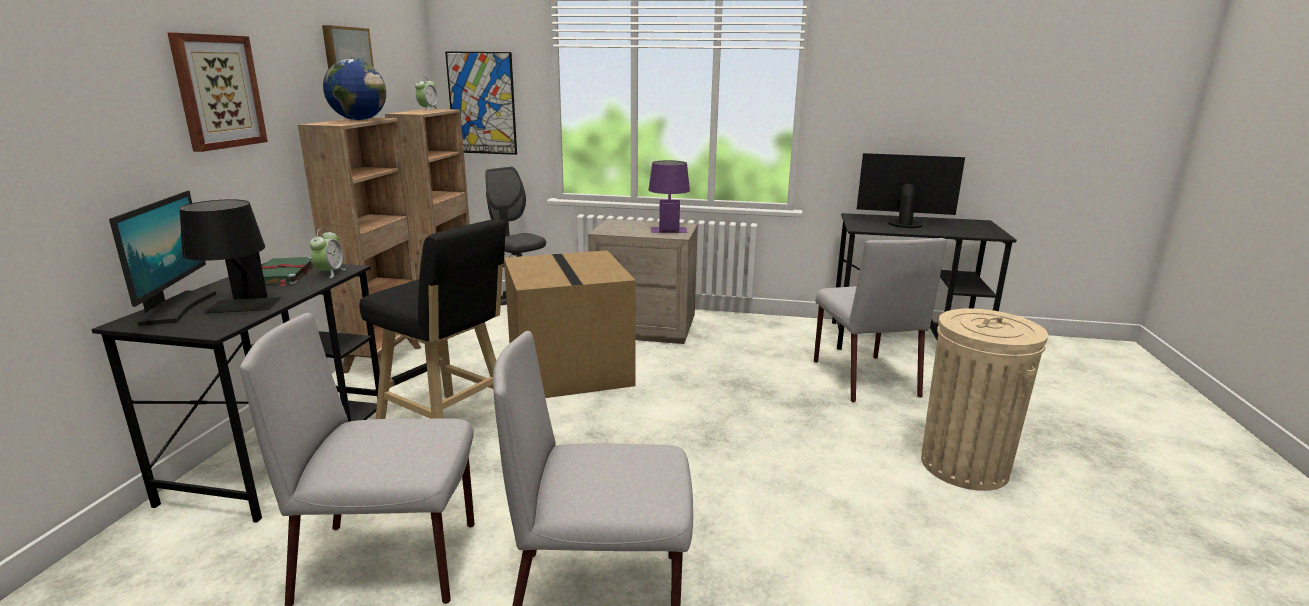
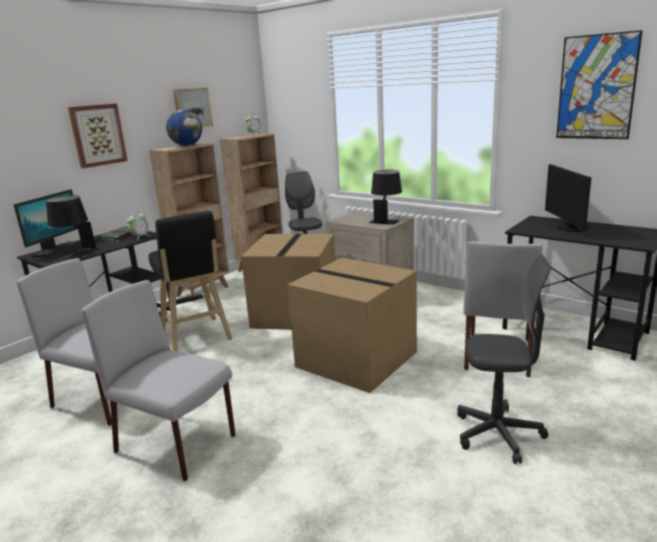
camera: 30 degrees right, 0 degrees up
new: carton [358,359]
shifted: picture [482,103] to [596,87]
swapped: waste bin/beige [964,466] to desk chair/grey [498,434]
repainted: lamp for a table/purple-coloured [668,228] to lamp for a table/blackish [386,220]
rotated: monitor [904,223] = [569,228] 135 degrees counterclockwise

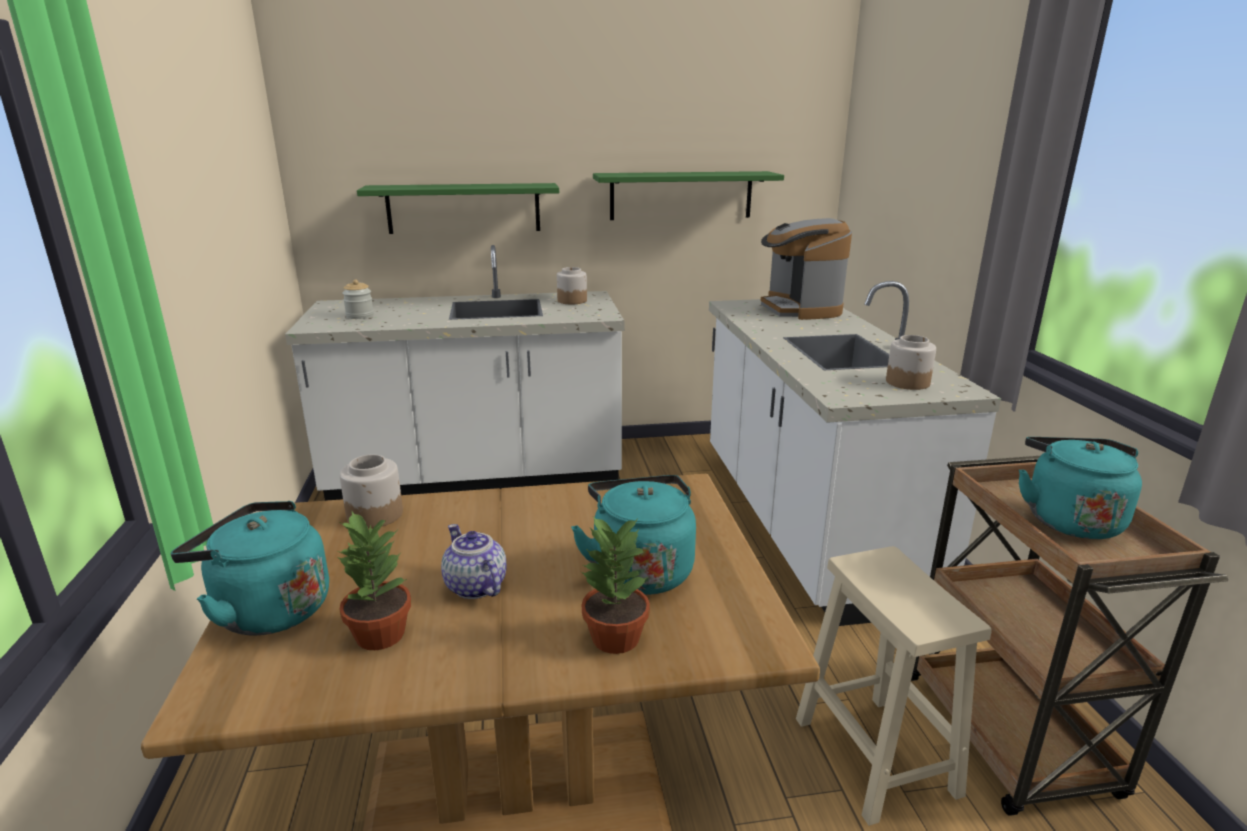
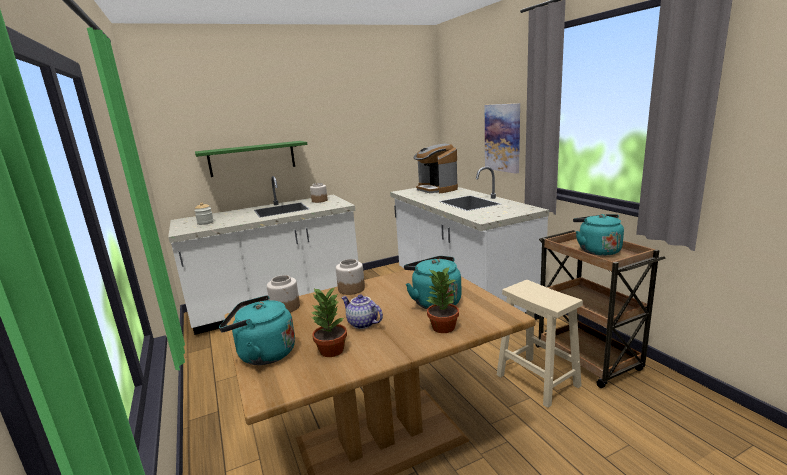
camera: 15 degrees left, 5 degrees down
gone: shelf/greenish [681,195]
new: picture [502,138]
shifted: preserve jar [908,382] to [351,289]

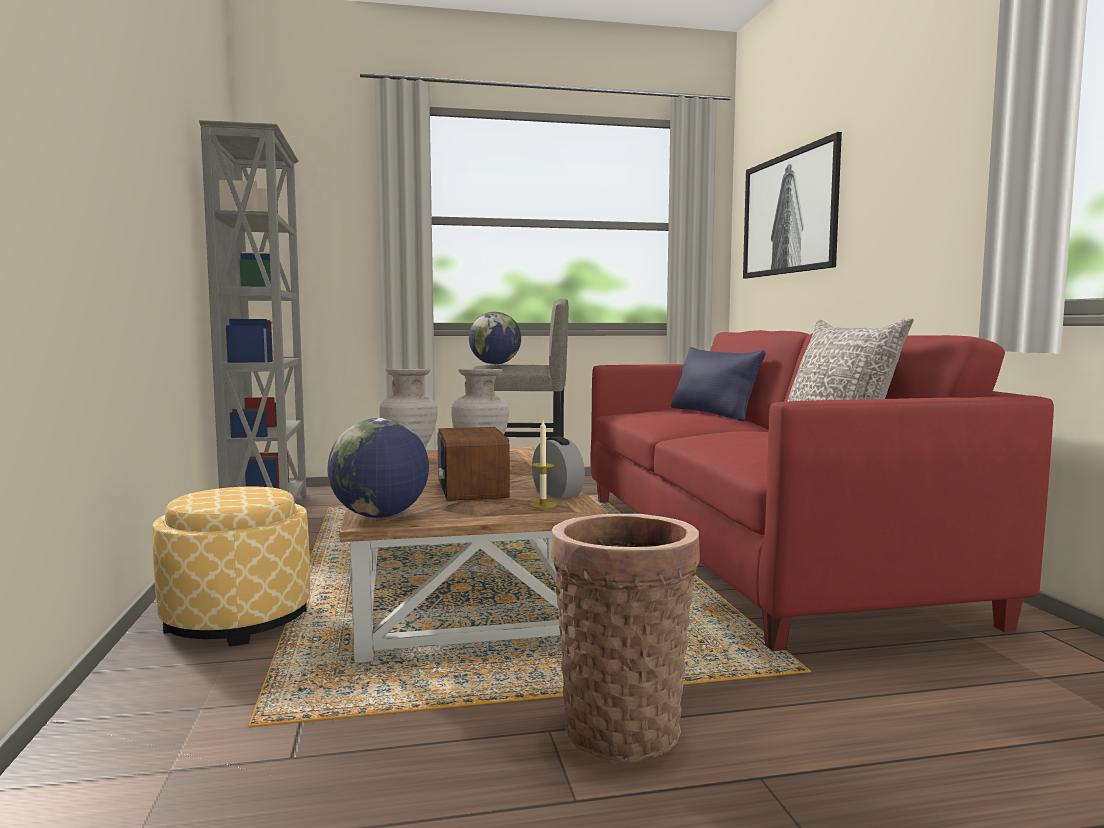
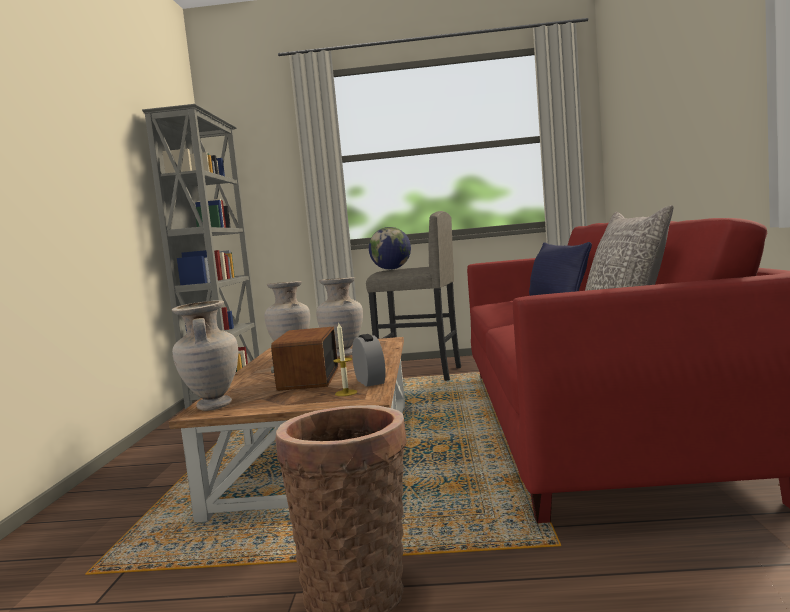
camera: 15 degrees right, 0 degrees up
gone: picture [790,213]; pouffe [237,620]
swapped: globe [380,516] to flower vase/beige [212,406]

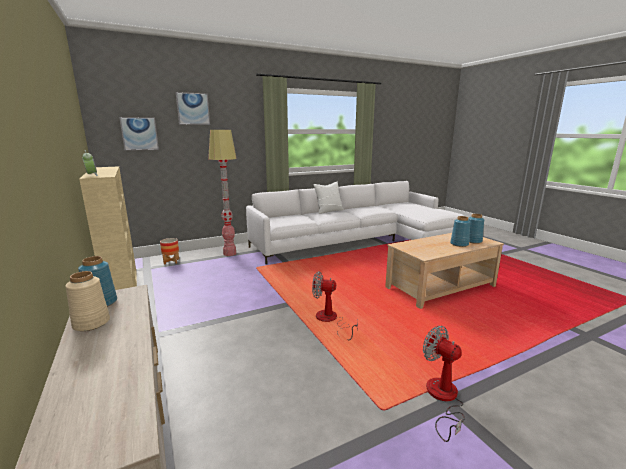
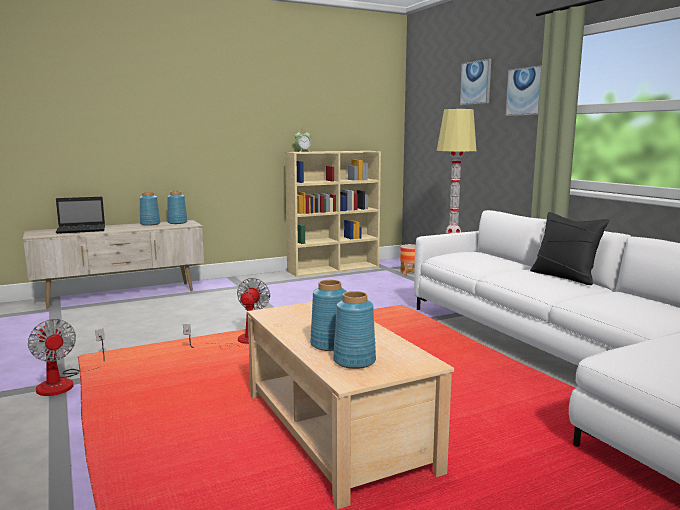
camera: 90 degrees right, 5 degrees down
new: portable computer [82,230]
shifted: picture [139,133] to [525,91]
repainted: pillow/white-coloured [328,211] to pillow/blackish [564,277]; flower vase/beige [90,323] to flower vase/blue-coloured [150,224]
rotated: fan [442,398] = [64,382] 90 degrees clockwise

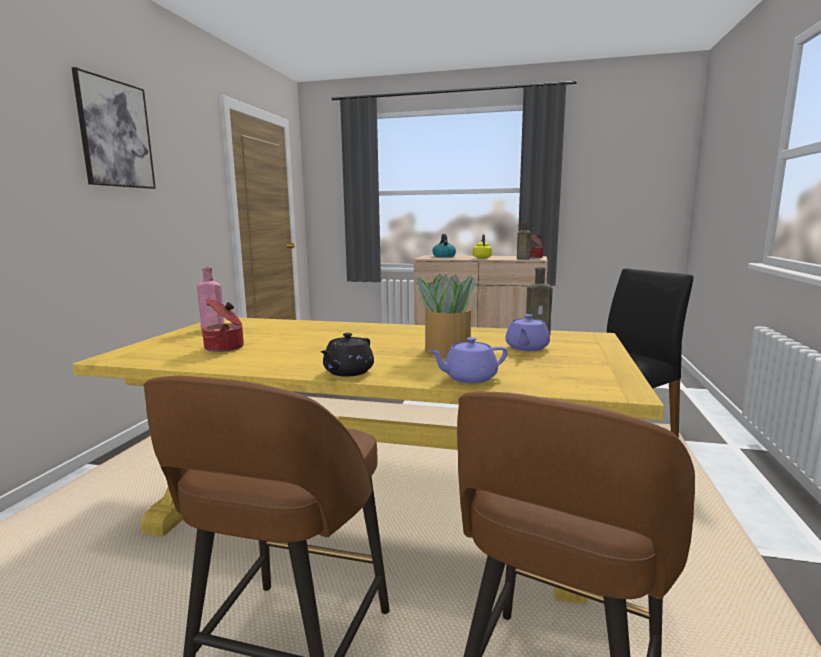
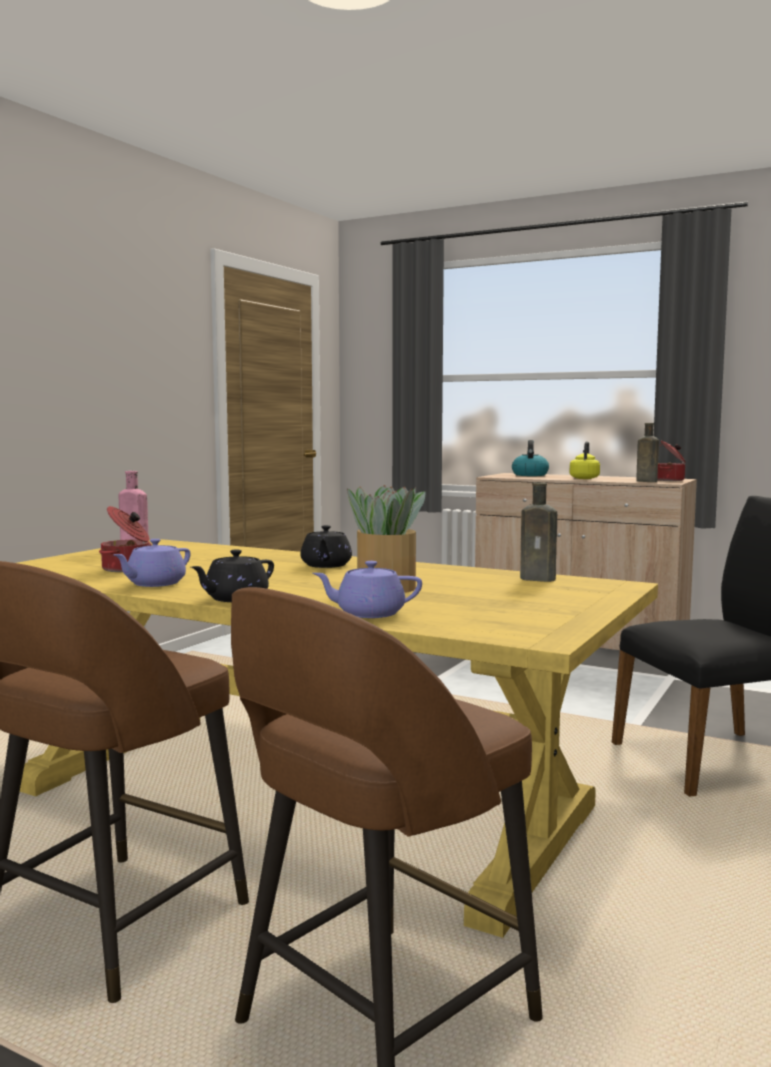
camera: 15 degrees right, 5 degrees down
gone: picture [115,134]
new: teapot/blackish [326,565]
shifted: teapot/purple-coloured [526,348] to [154,584]

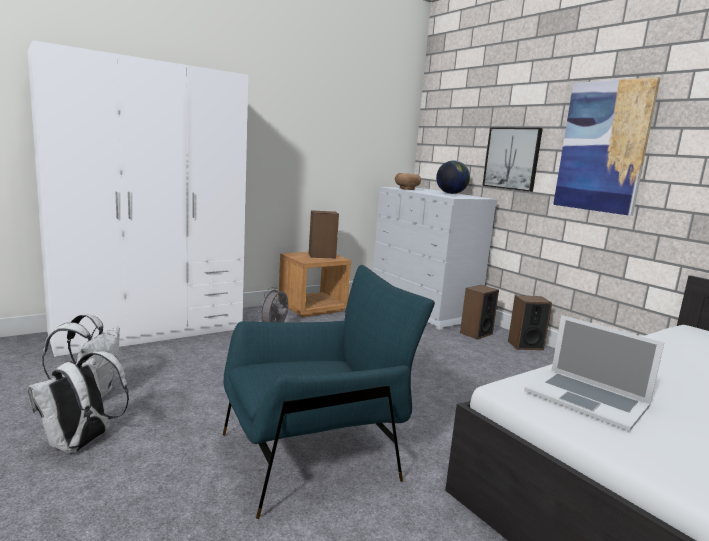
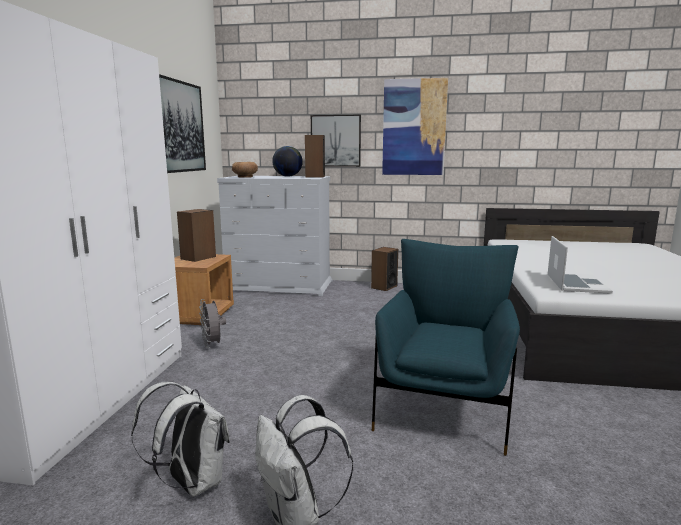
camera: 45 degrees left, 0 degrees up
new: picture [180,127]
shifted: loudspeaker [476,333] to [315,176]
rotated: portable computer [586,398] = [576,283] 75 degrees counterclockwise

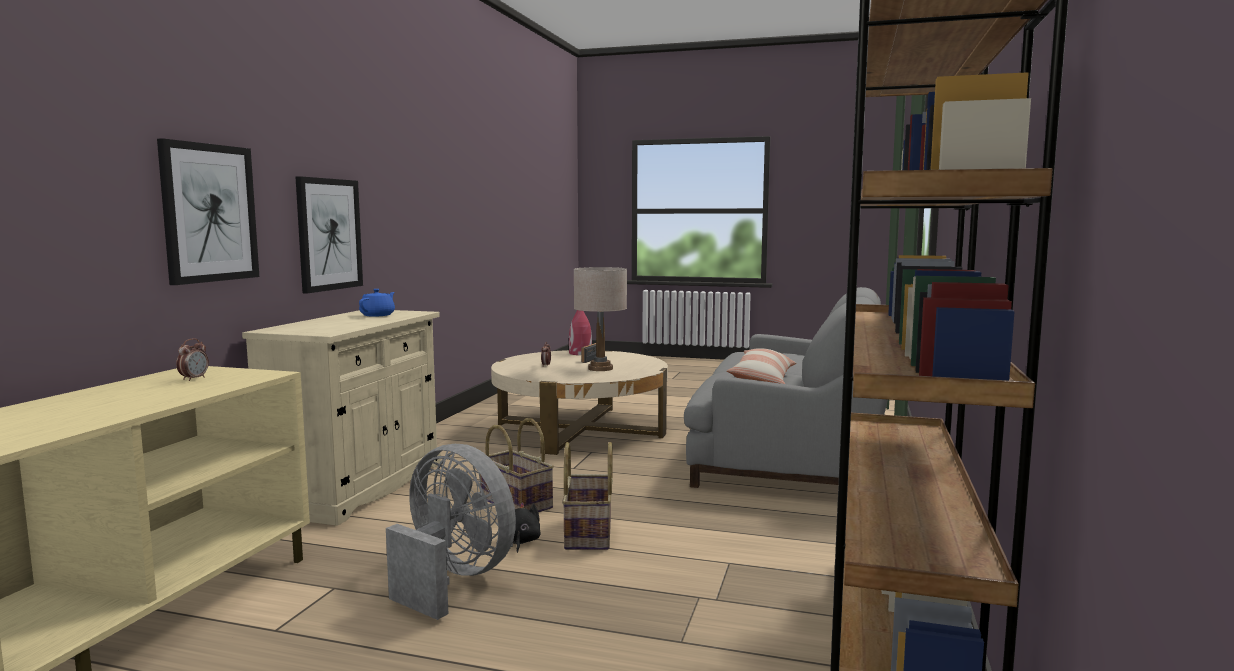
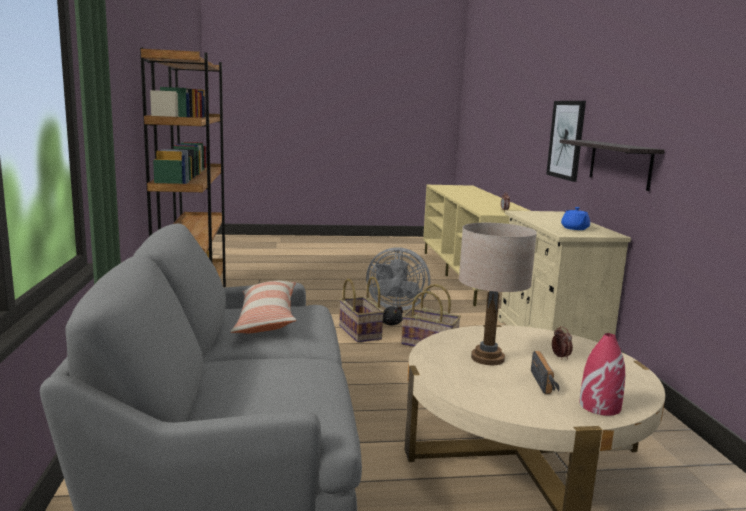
camera: 155 degrees right, 5 degrees up
swapped: picture [329,234] to shelf [619,164]

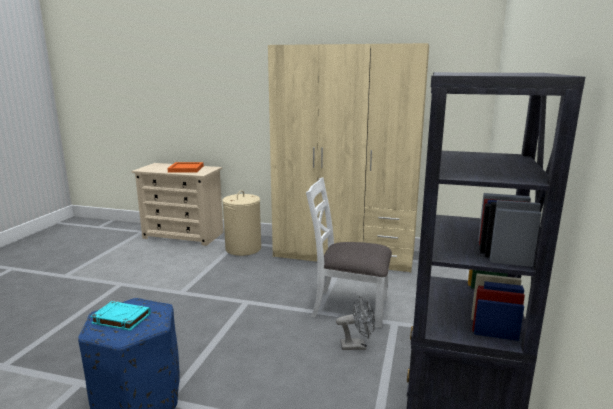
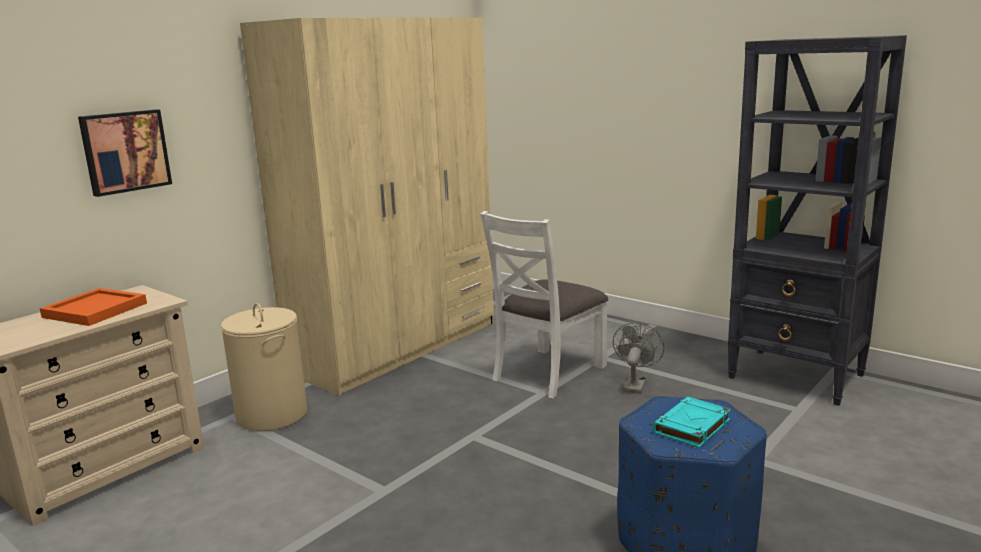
camera: 65 degrees left, 0 degrees up
new: picture [125,151]

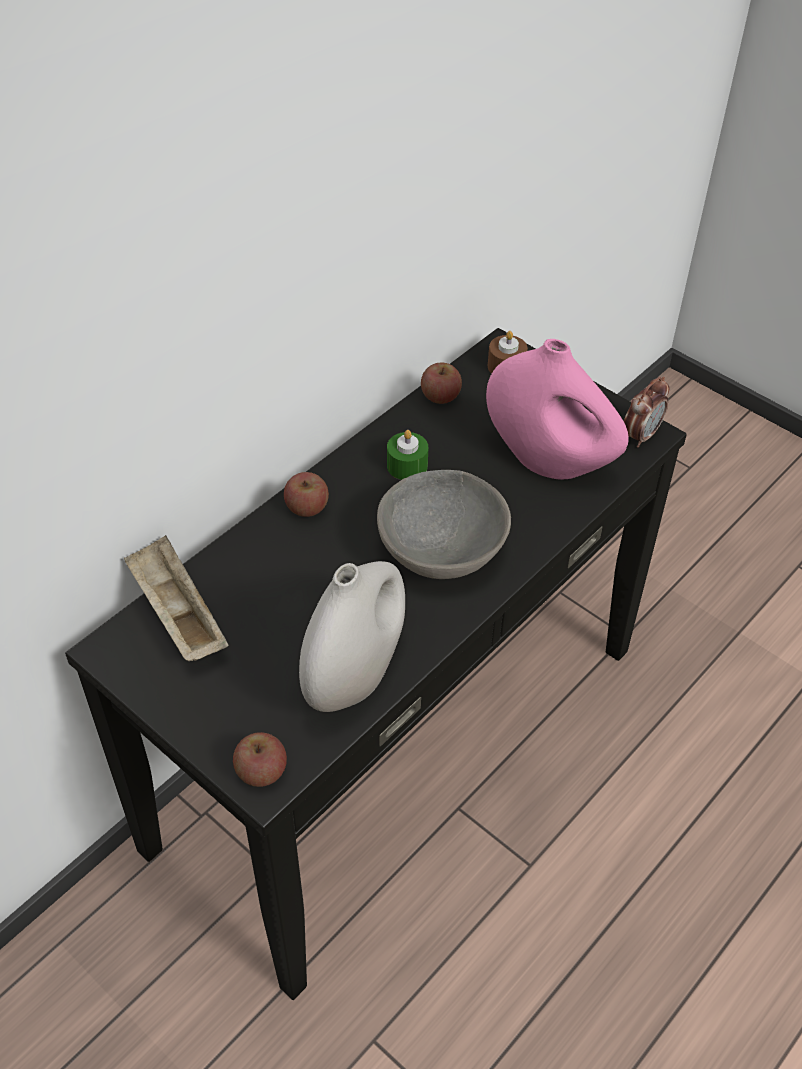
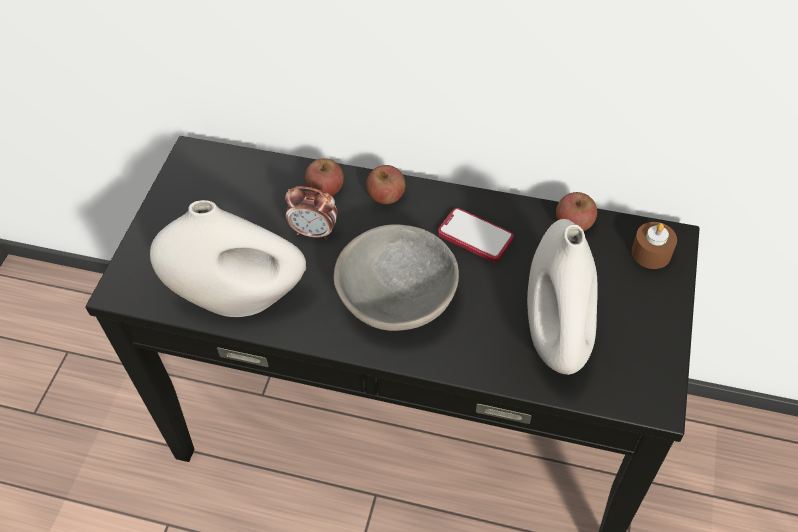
camera: 65 degrees right, 5 degrees up
gone: tray/beige [177,614]
shifted: alarm clock [640,435] to [314,232]; apple [261,771] to [325,189]
swapped: wax light/greenish [407,465] to handset [475,236]
repainted: flower vase/pink-coloured [549,461] to flower vase/white-coloured [555,334]

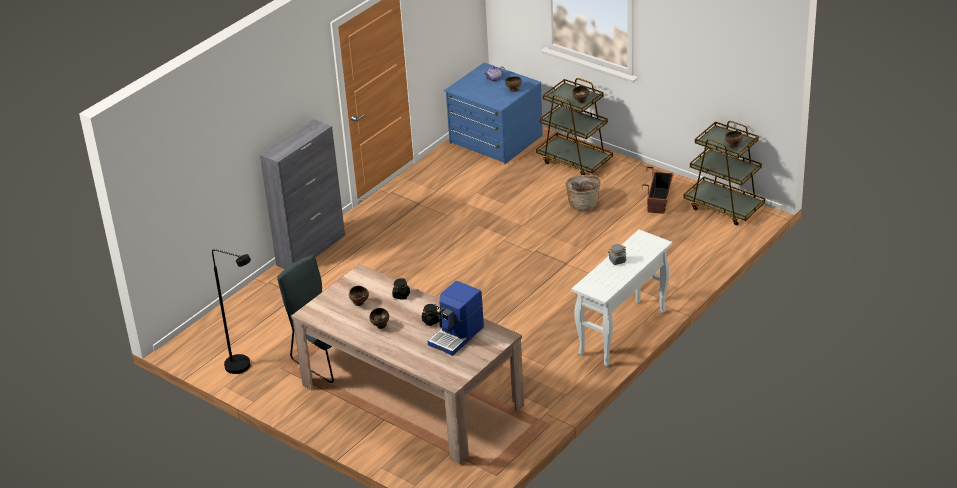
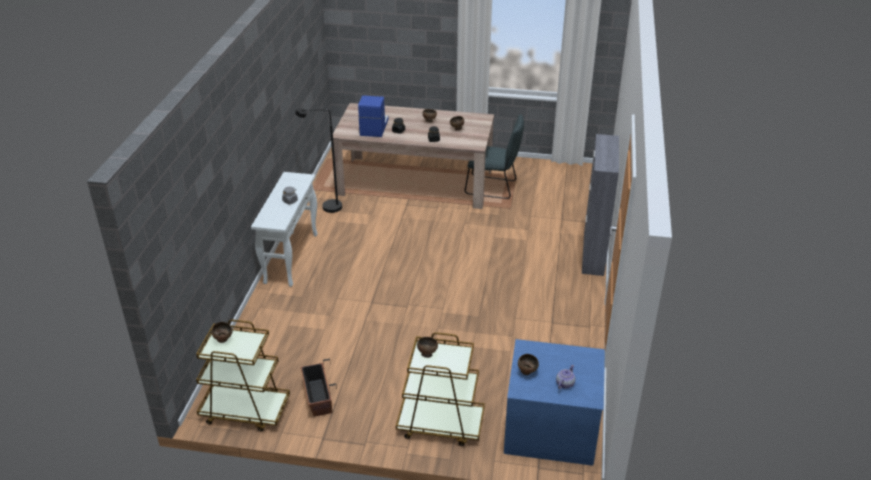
camera: 150 degrees right, 0 degrees up
gone: household basket [583,204]
shifted: standard lamp/blackish [244,367] to [326,207]

